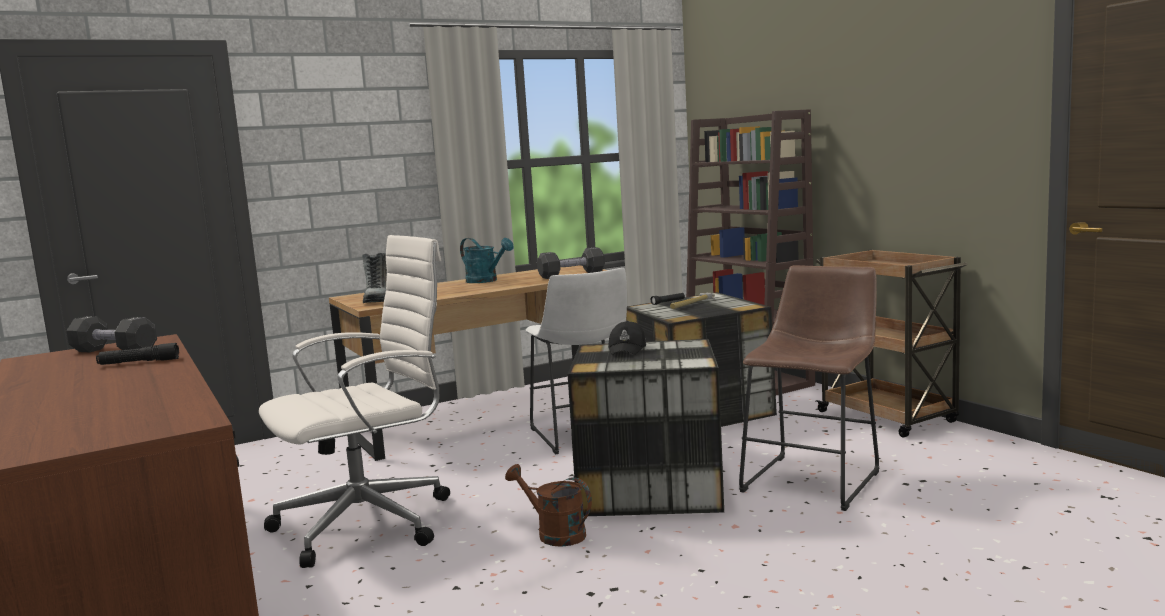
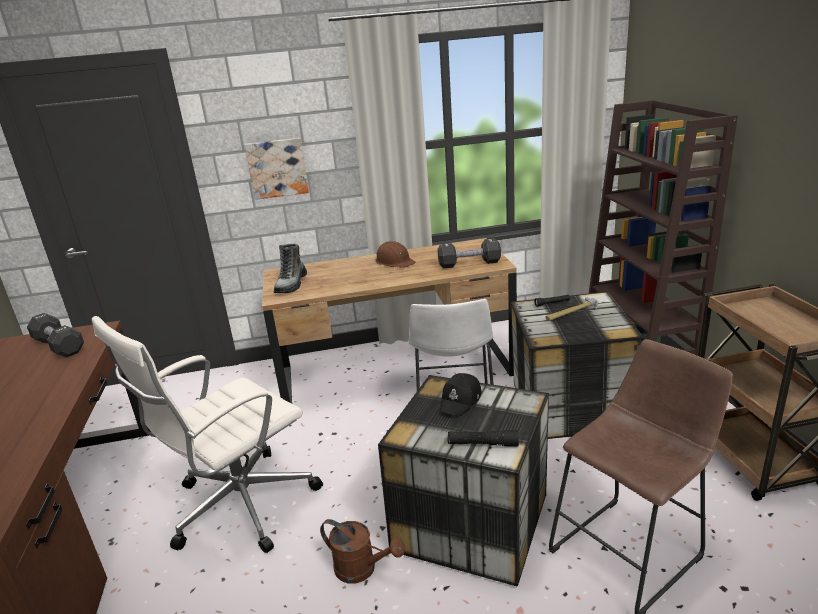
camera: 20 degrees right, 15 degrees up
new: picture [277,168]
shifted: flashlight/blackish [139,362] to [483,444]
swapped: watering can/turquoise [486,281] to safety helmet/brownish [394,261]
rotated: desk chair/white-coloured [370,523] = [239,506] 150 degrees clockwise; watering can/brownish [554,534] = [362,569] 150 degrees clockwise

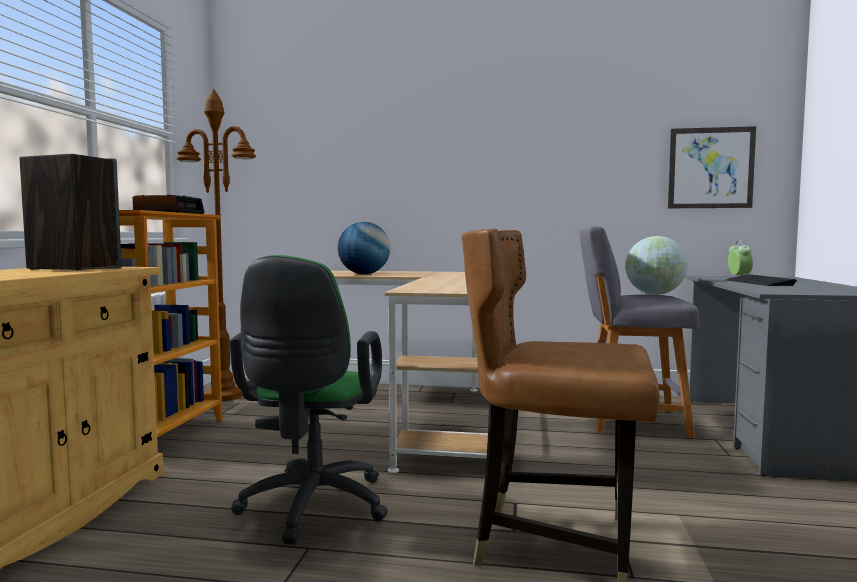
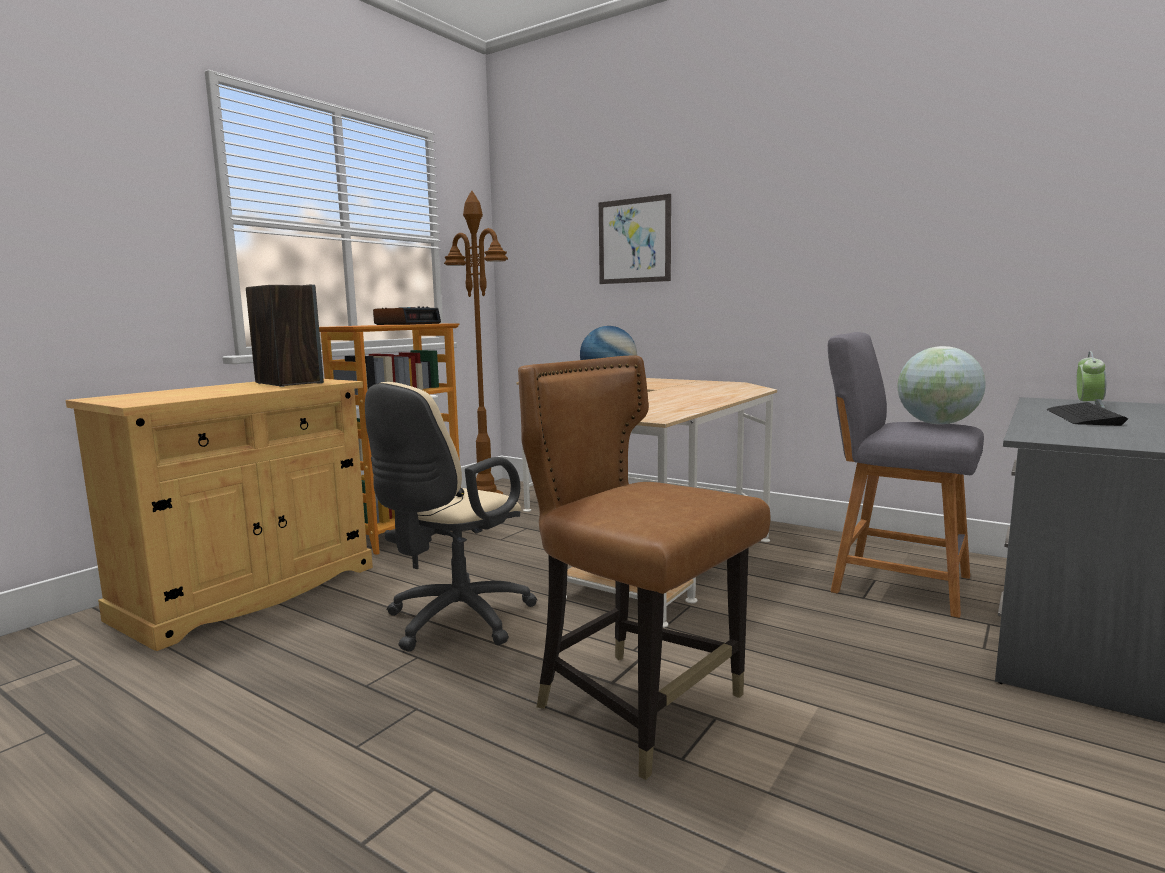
camera: 25 degrees right, 5 degrees up
shifted: picture [710,168] to [634,241]
repainted: desk chair/greenish [311,509] to desk chair/beige [453,622]

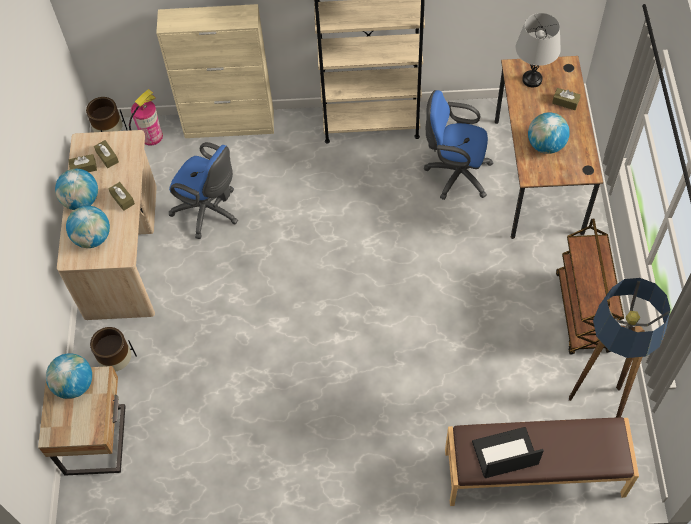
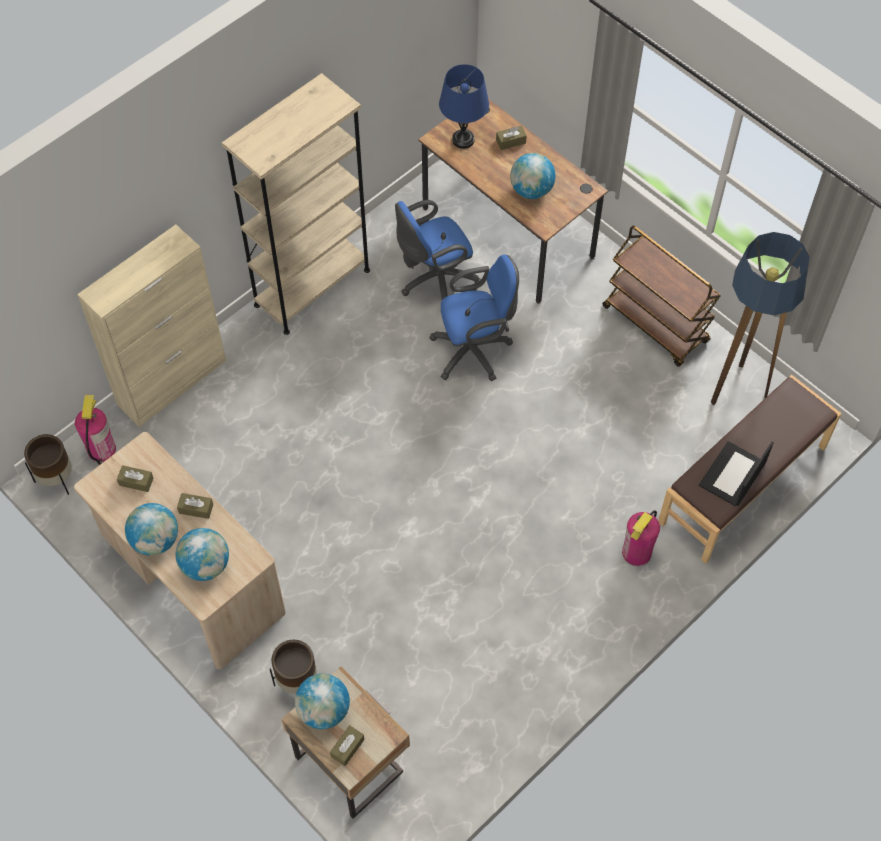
camera: 45 degrees left, 0 degrees up
new: extinguisher [637,552]
shifted: desk chair/blue-coloured [209,211] to [475,350]; tissue box/brownish [84,168] to [347,748]
repainted: lamp for a table/grey [532,79] to lamp for a table/blue-coloured [463,140]

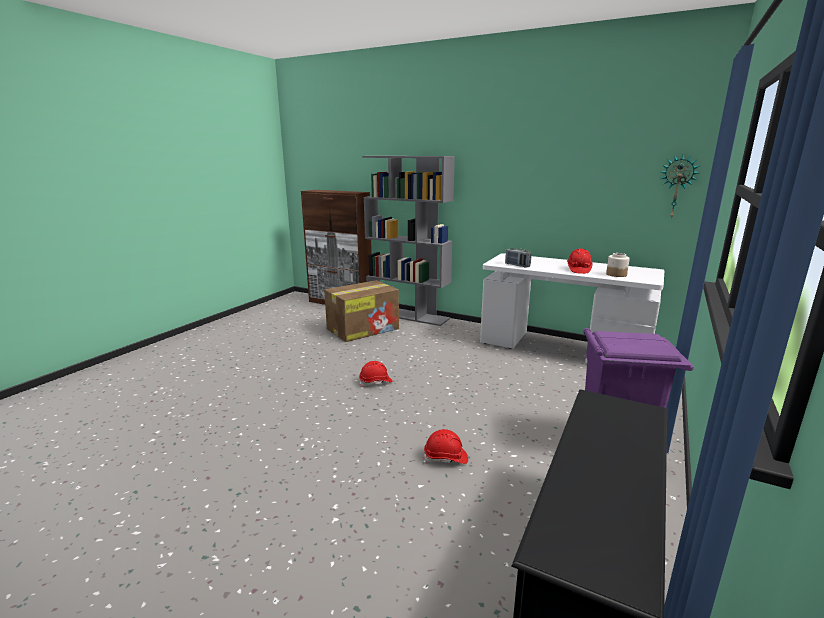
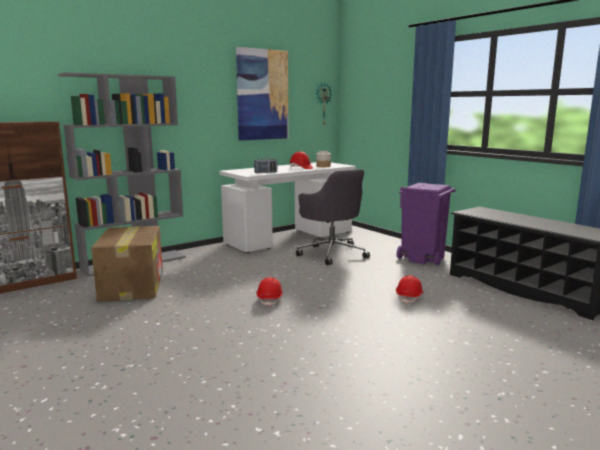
camera: 65 degrees left, 5 degrees down
new: picture [262,95]; desk chair/grey [331,253]

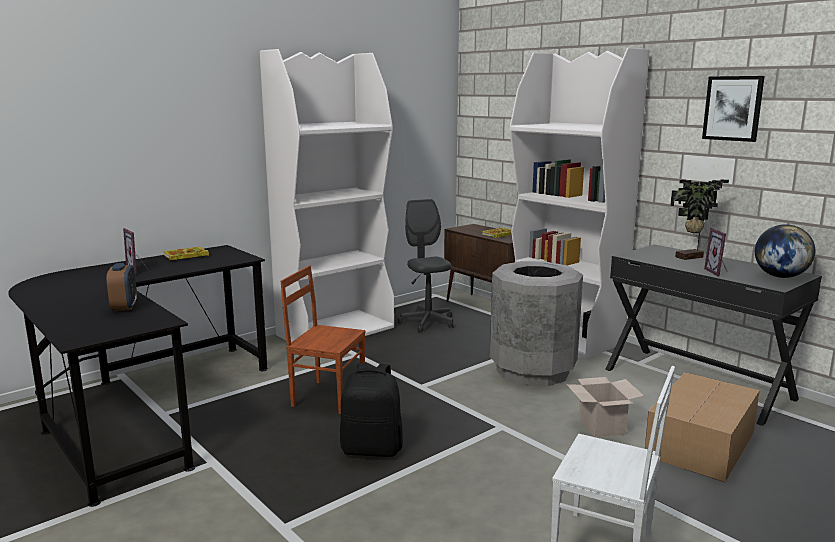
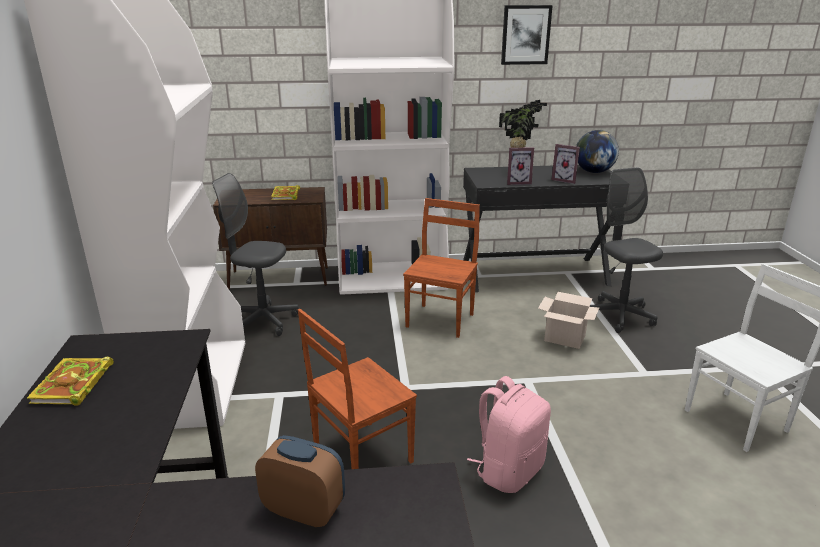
camera: 55 degrees left, 10 degrees up
shifted: picture frame [139,270] to [517,182]
swapped: waste bin/grey [533,371] to upright chair/brownish [441,320]; carton [701,443] to desk chair/grey [619,316]
repainted: backpack/blackish [372,449] to backpack/pink-coloured [508,470]

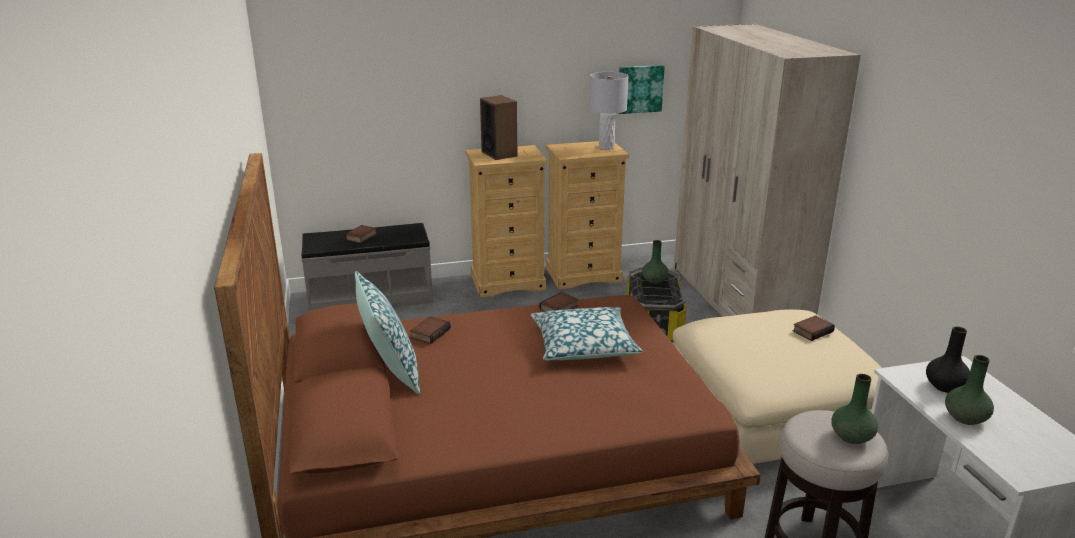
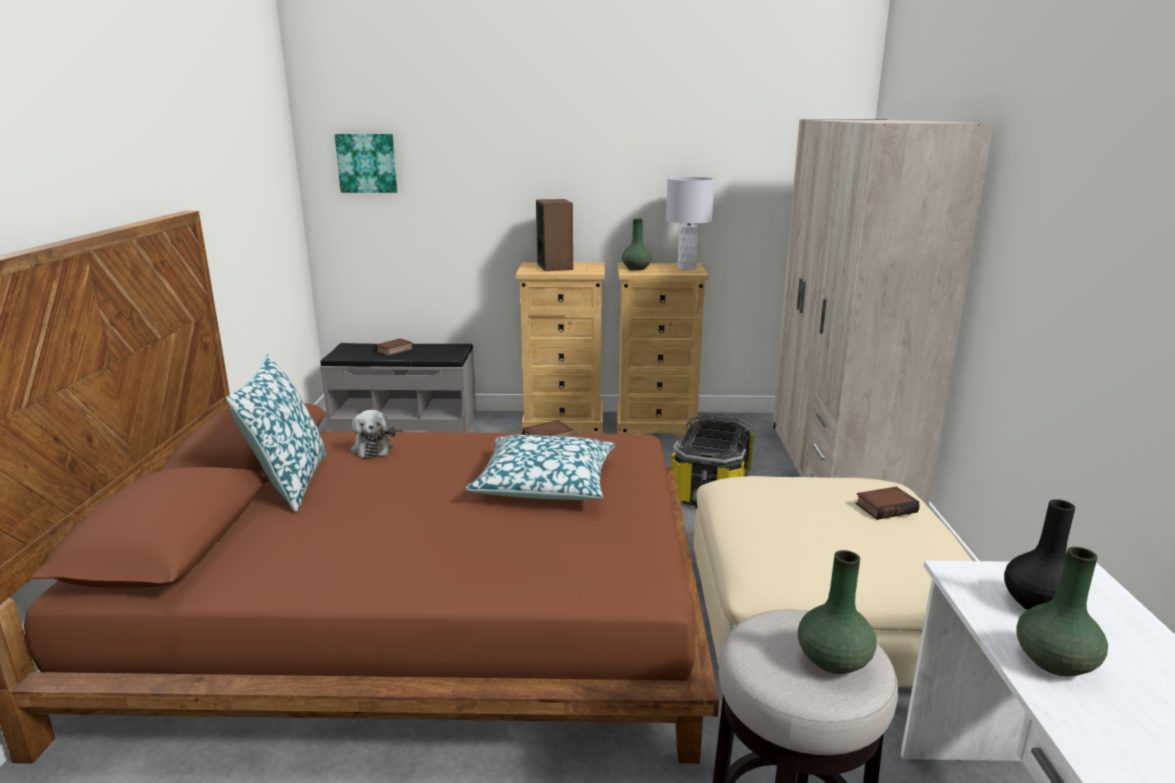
camera: 15 degrees right, 5 degrees down
shifted: picture [639,89] to [367,163]; flower vase/greenish [654,280] to [636,268]
swapped: book [430,333] to cuddly toy [372,447]

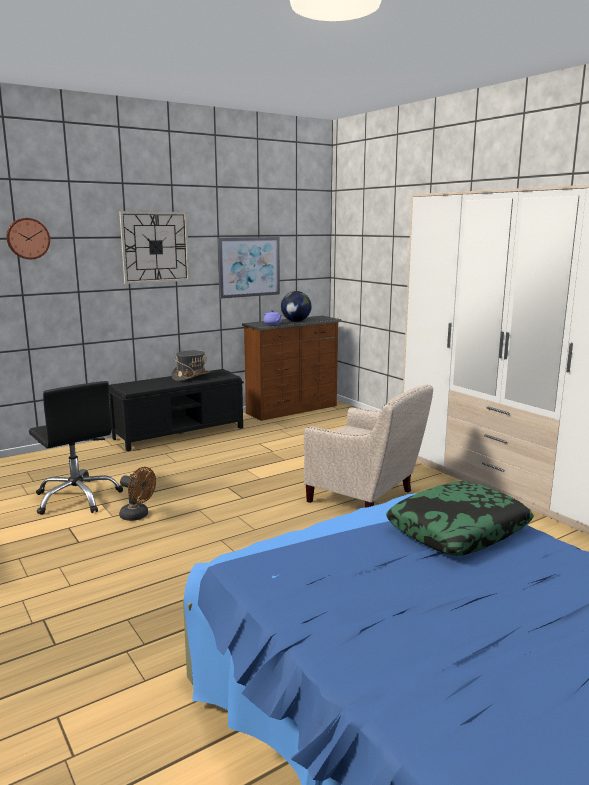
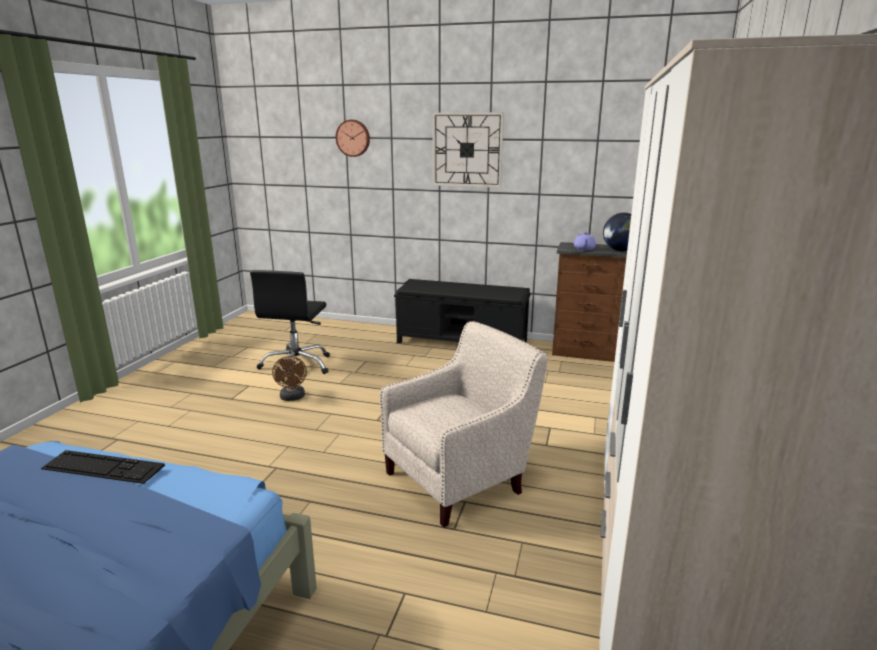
camera: 50 degrees right, 5 degrees up
gone: picture [249,267]; wearable hat/grey [191,376]; pillow [458,530]
new: computer keyboard [103,467]
rotated: armchair/beige [365,499] = [460,479] 120 degrees counterclockwise

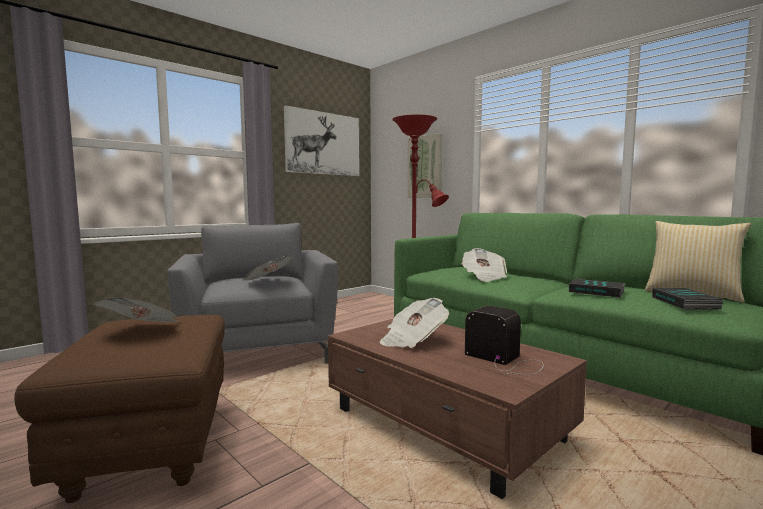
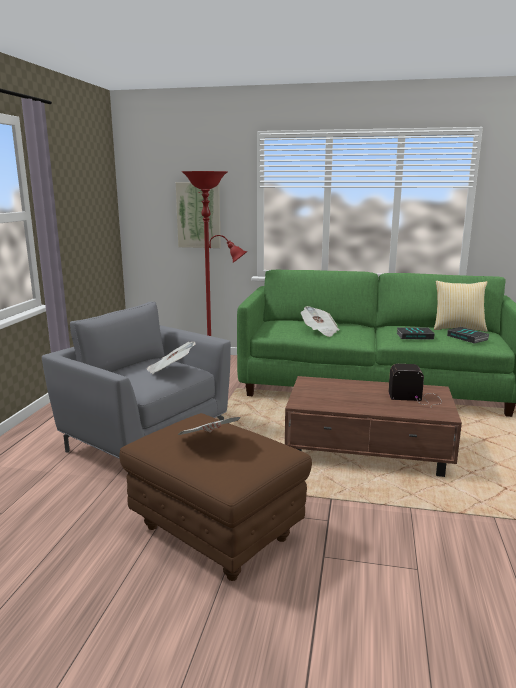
camera: 35 degrees left, 10 degrees up
gone: picture [323,143]; daily paper [413,340]

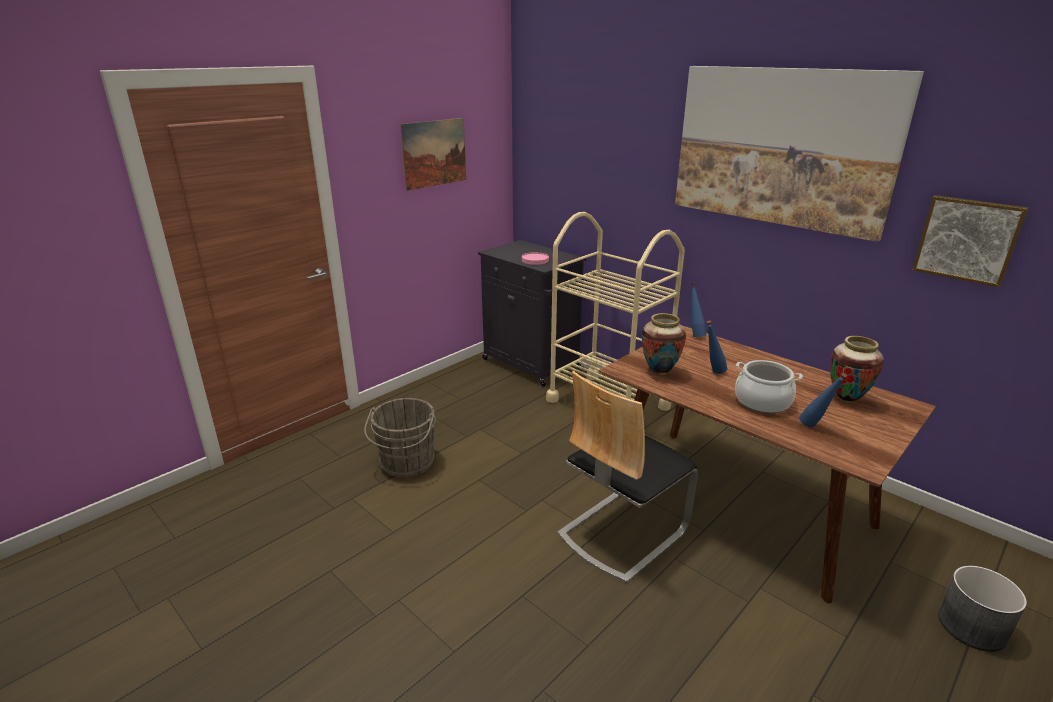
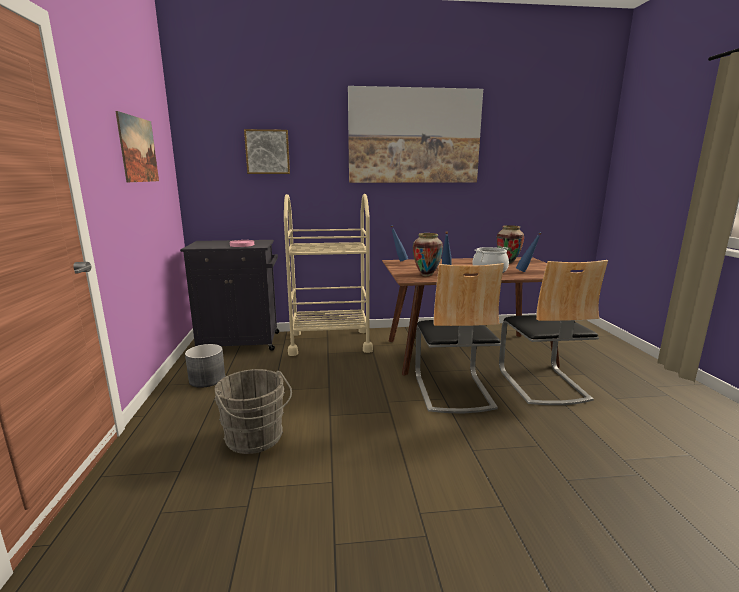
camera: 50 degrees left, 10 degrees down
new: upright chair [542,384]
shifted: picture [967,239] to [267,152]; planter/grey [971,626] to [207,379]

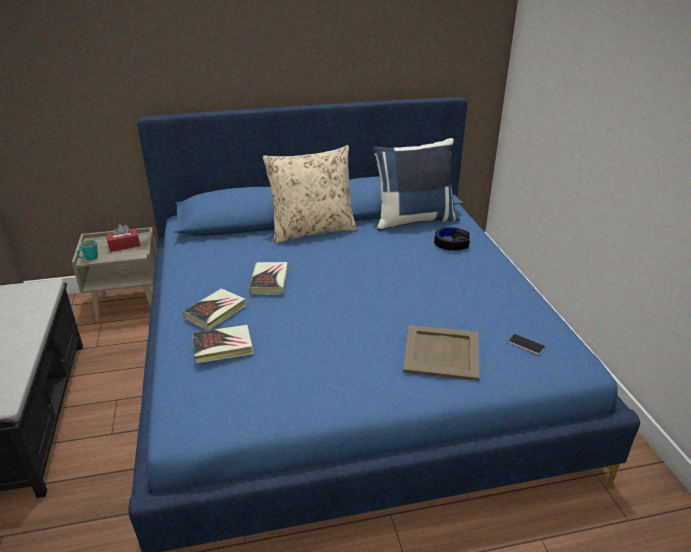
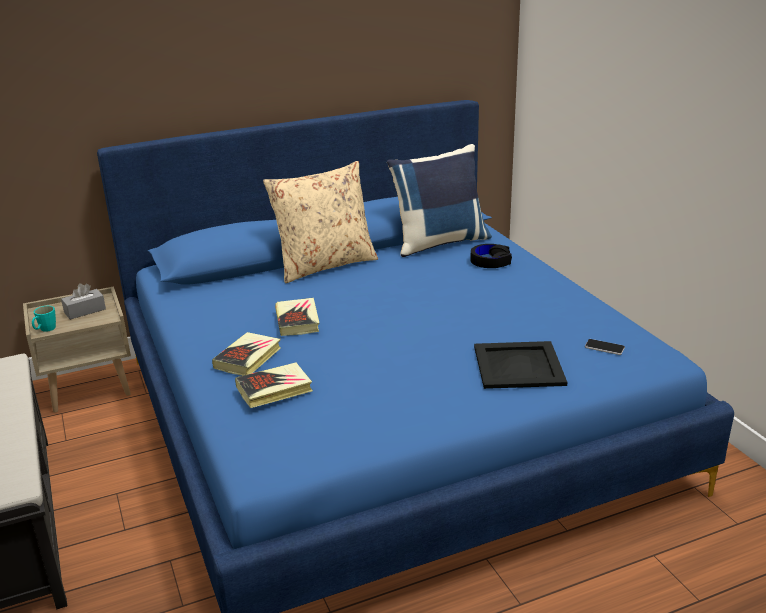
camera: 10 degrees left, 5 degrees down
repainted: tissue box/red [124,245] to tissue box/grey [85,311]; tray/beige [441,353] to tray/blackish [518,366]

